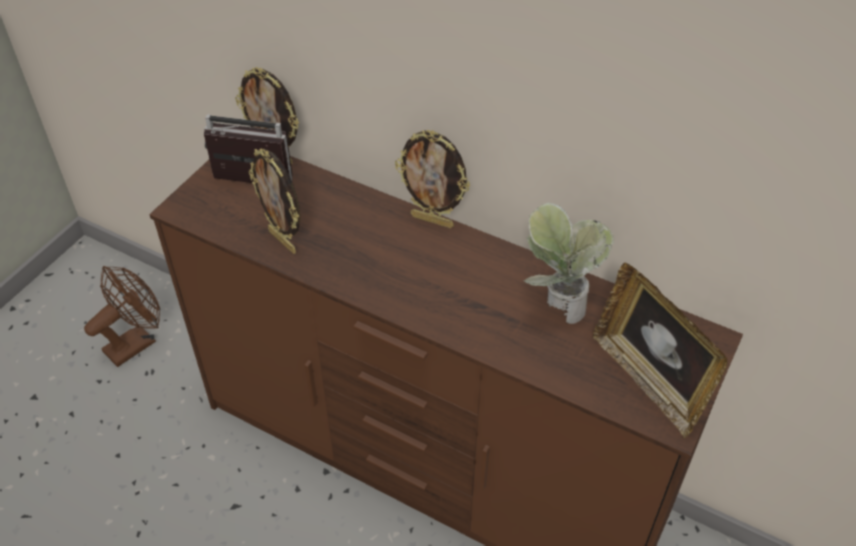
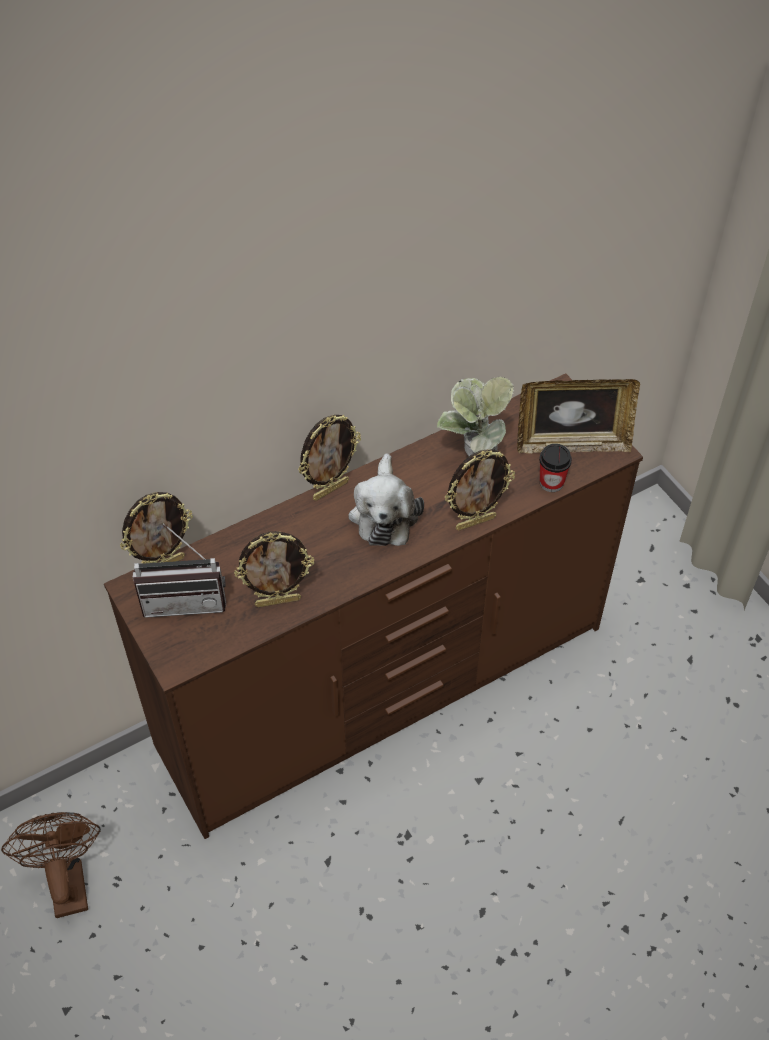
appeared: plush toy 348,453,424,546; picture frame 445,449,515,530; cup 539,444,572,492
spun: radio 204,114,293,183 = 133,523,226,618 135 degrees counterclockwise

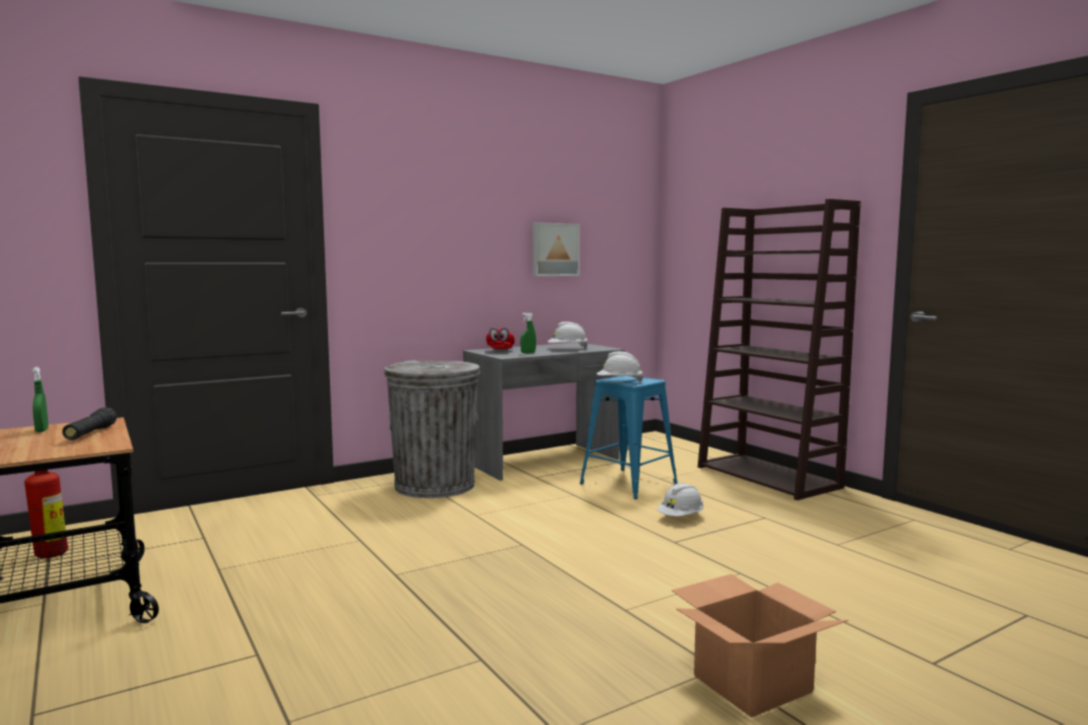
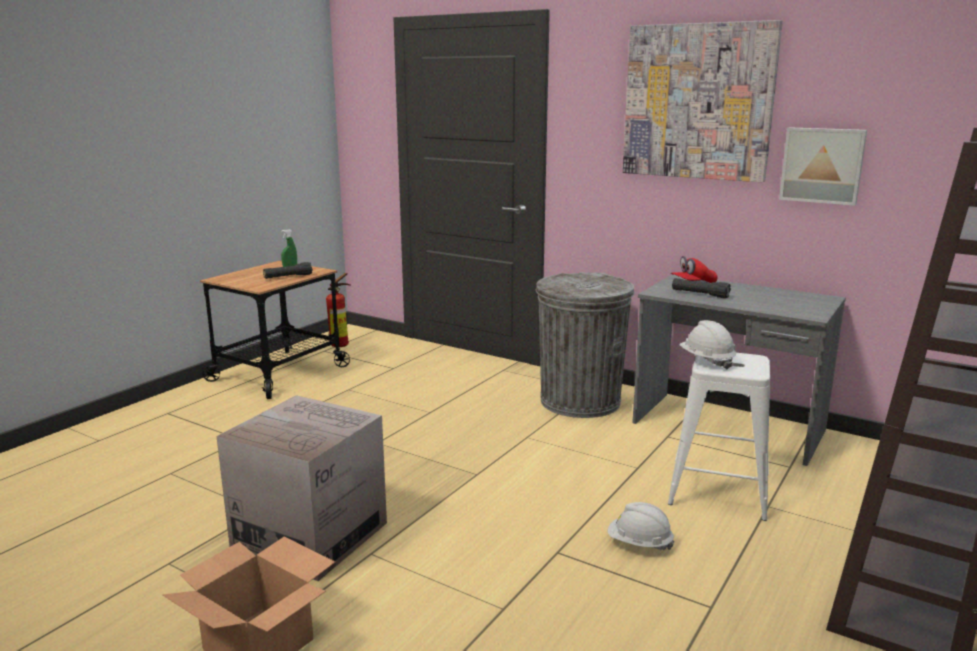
missing: hard hat (white) 547,322,588,349
appeared: cardboard box 216,395,387,581; picture 623,20,783,182
exchanged: spray bottle (green) 520,313,536,353 to flashlight (black) 672,278,731,298
colour: stool (blue) 580,376,678,499 to stool (white) 668,353,770,521

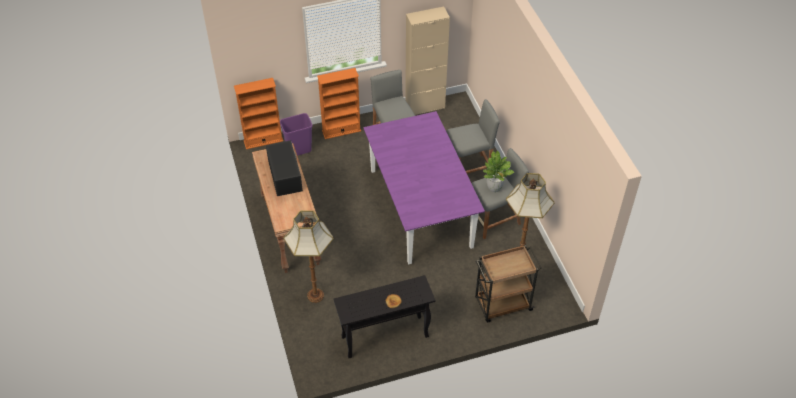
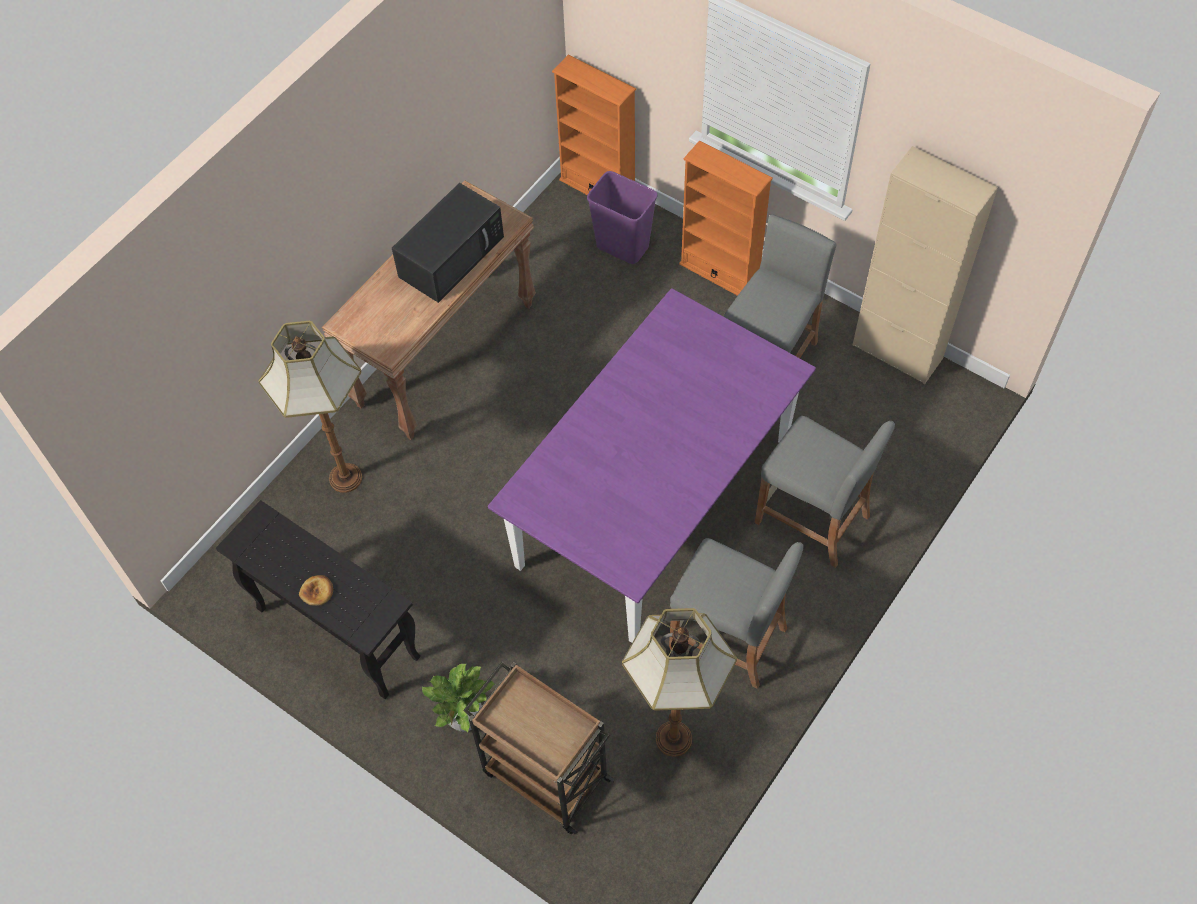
relocated: potted plant 483,151,514,192 to 422,664,495,732

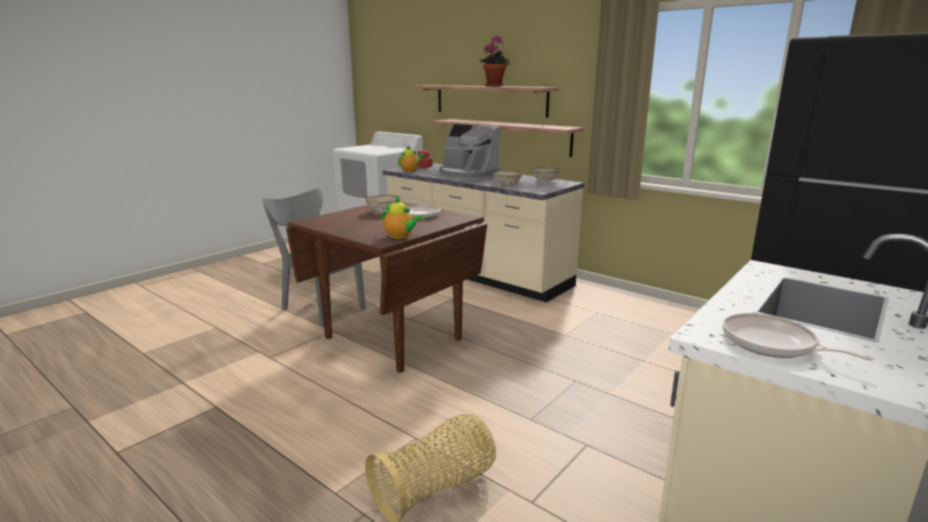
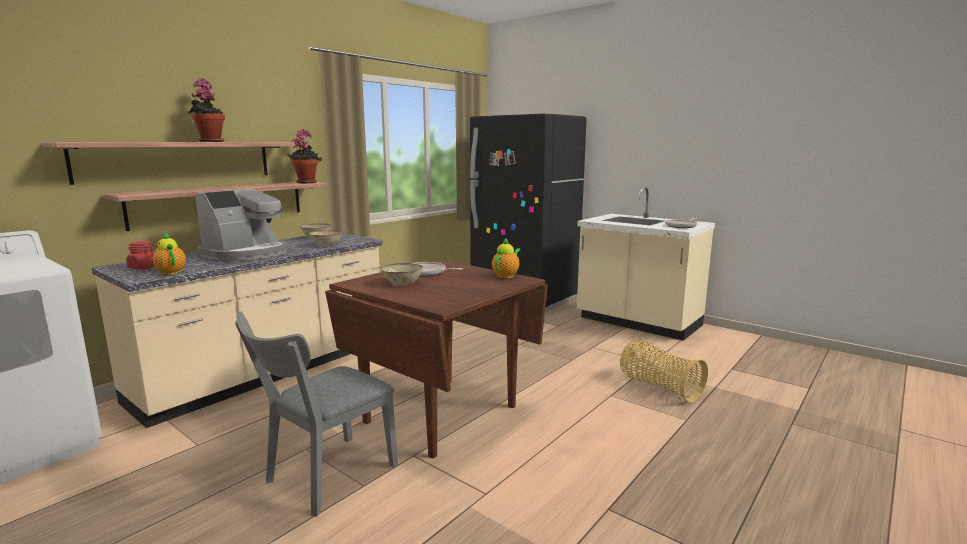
appeared: potted plant 287,129,322,183

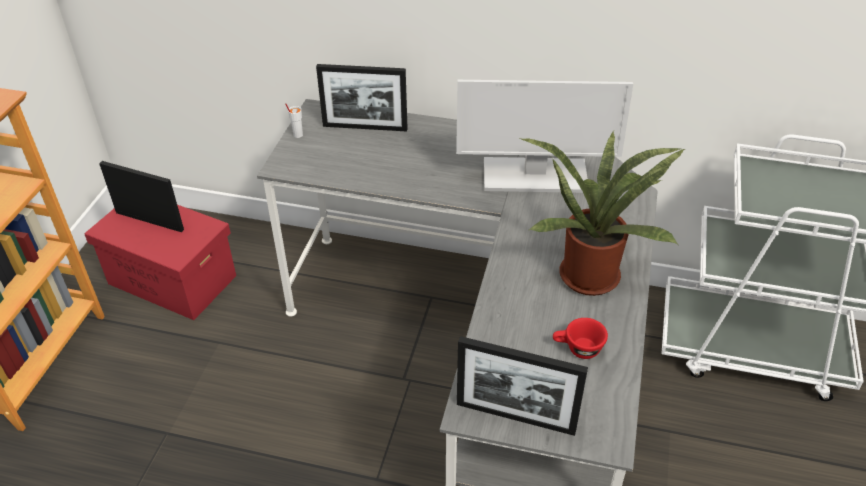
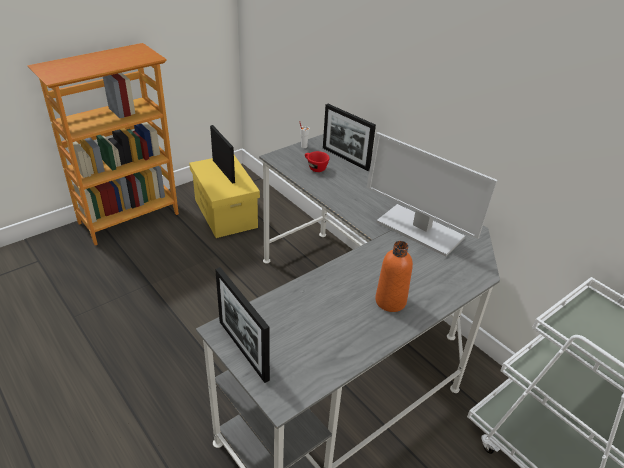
relocated: cup (red) 553,318,608,359 to 305,151,330,172
exchanged: potted plant 520,131,685,296 to bottle (orange) 375,241,413,312
colour: storage box (red) 84,205,236,320 to storage box (yellow) 189,155,260,238

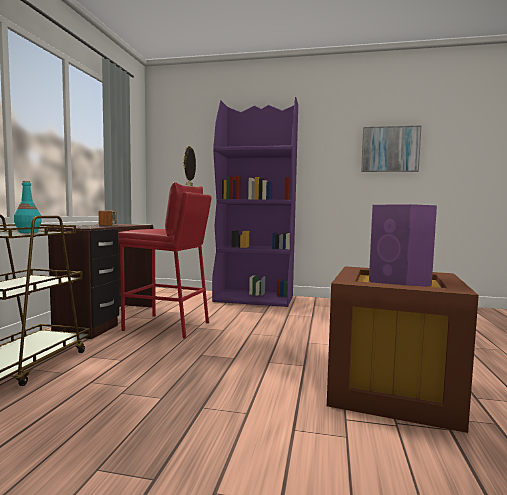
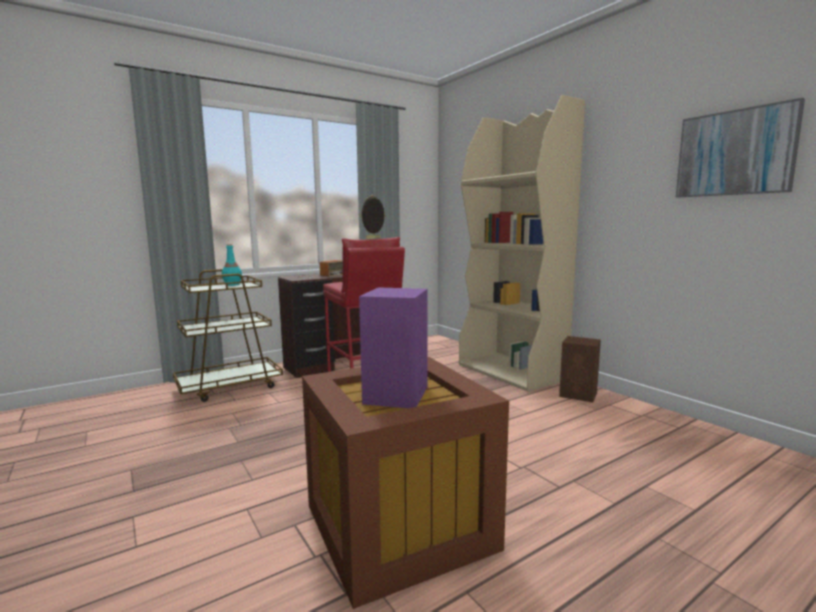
appeared: speaker (brown) 559,336,601,403
colour: bookcase (purple) 212,97,298,307 to bookcase (beige) 459,95,585,392

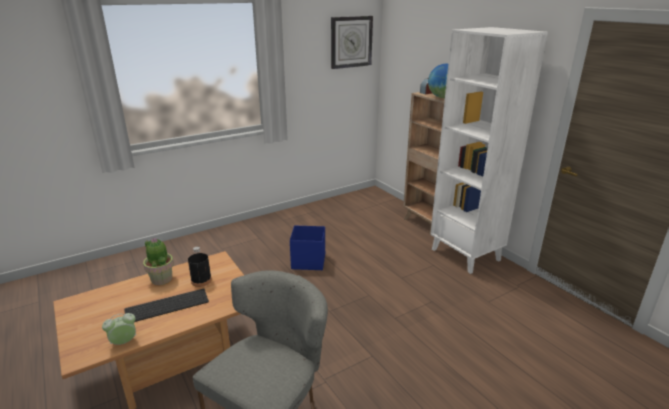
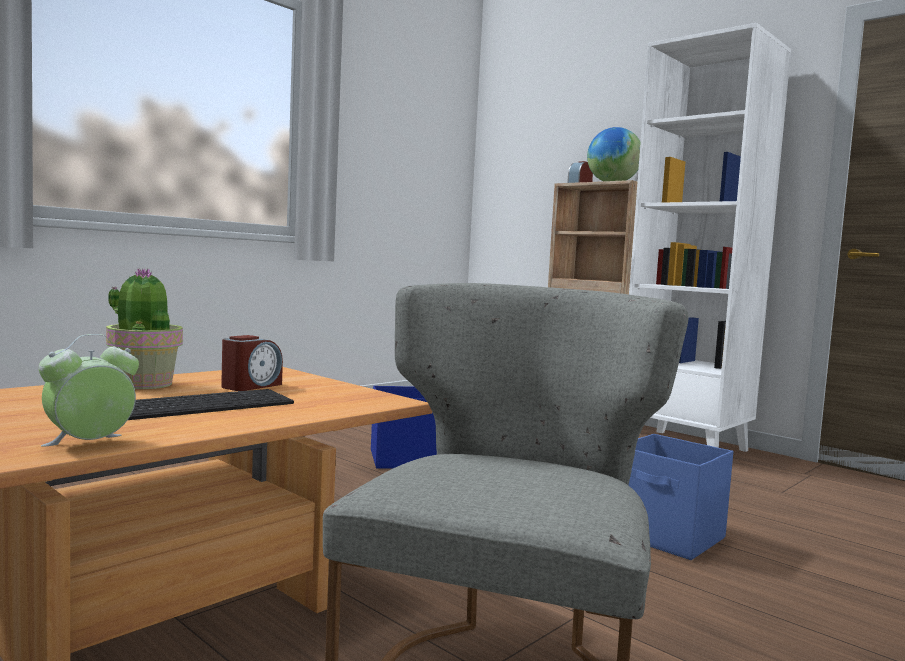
missing: wall clock 331,16,373,69
appeared: storage box (blue) 628,434,733,560
exchanged: bottle (black) 188,247,212,287 to alarm clock 221,335,283,391

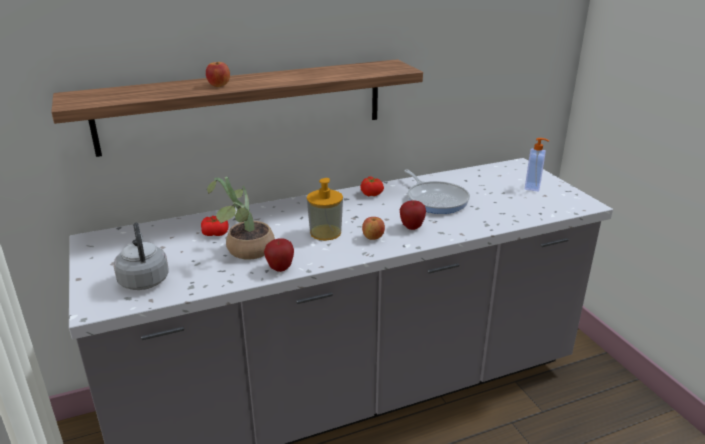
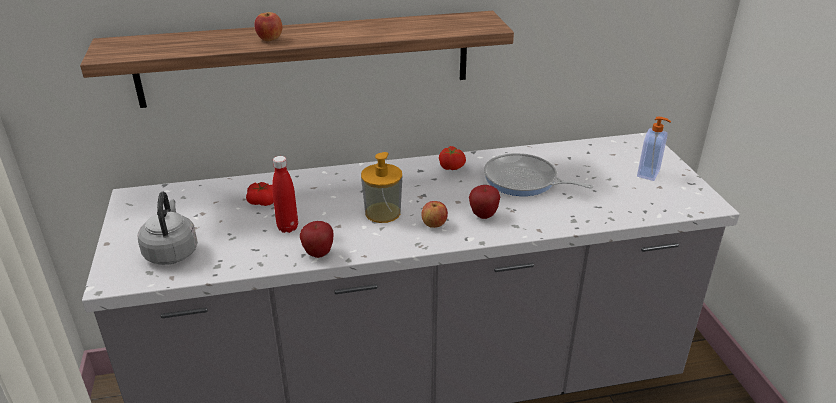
exchanged: potted plant 207,177,275,260 to bottle (red) 272,156,298,233
spun: frying pan 404,170,470,214 = 484,153,593,196 135 degrees clockwise

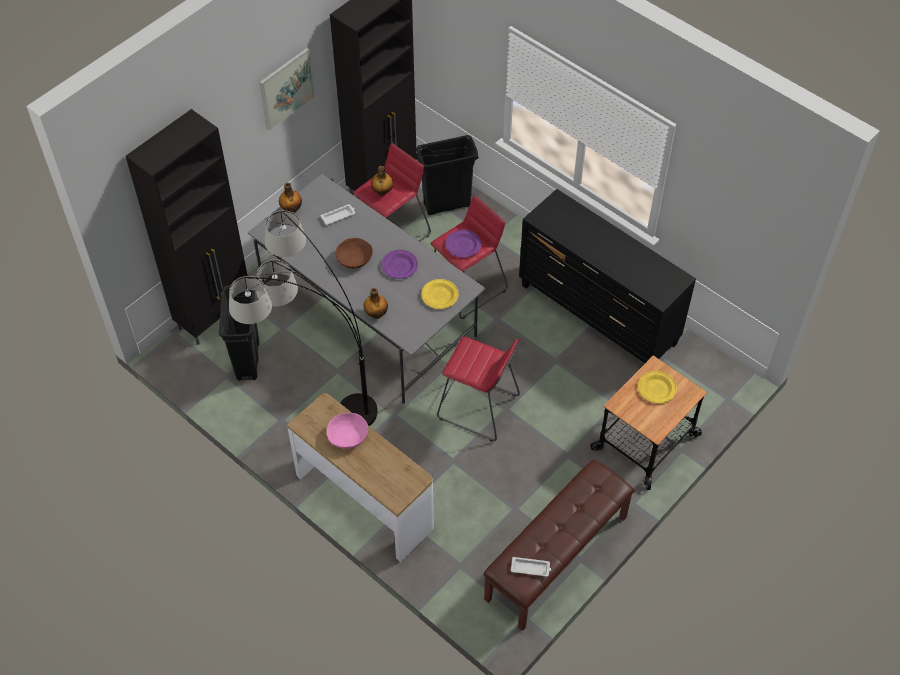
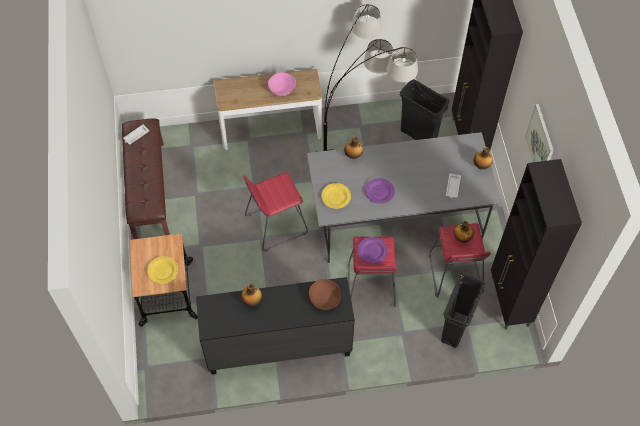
appeared: bottle 241,284,262,306
relocated: bowl (brown) 336,238,373,269 to 309,279,341,310

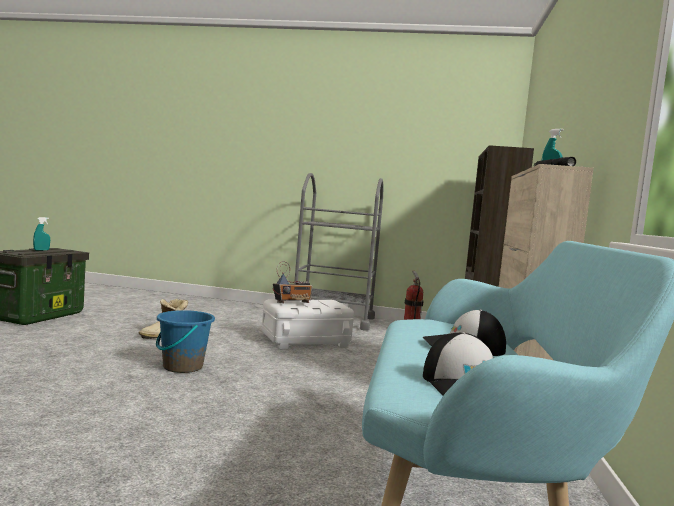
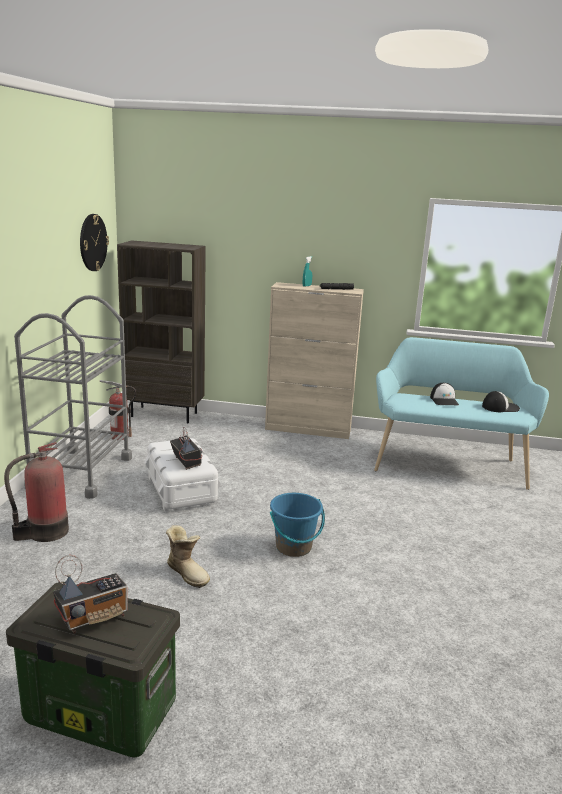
appeared: fire extinguisher 4,442,69,542; wall clock 80,214,109,271
exchanged: spray bottle (turquoise) 33,217,50,251 to radio 53,555,127,634

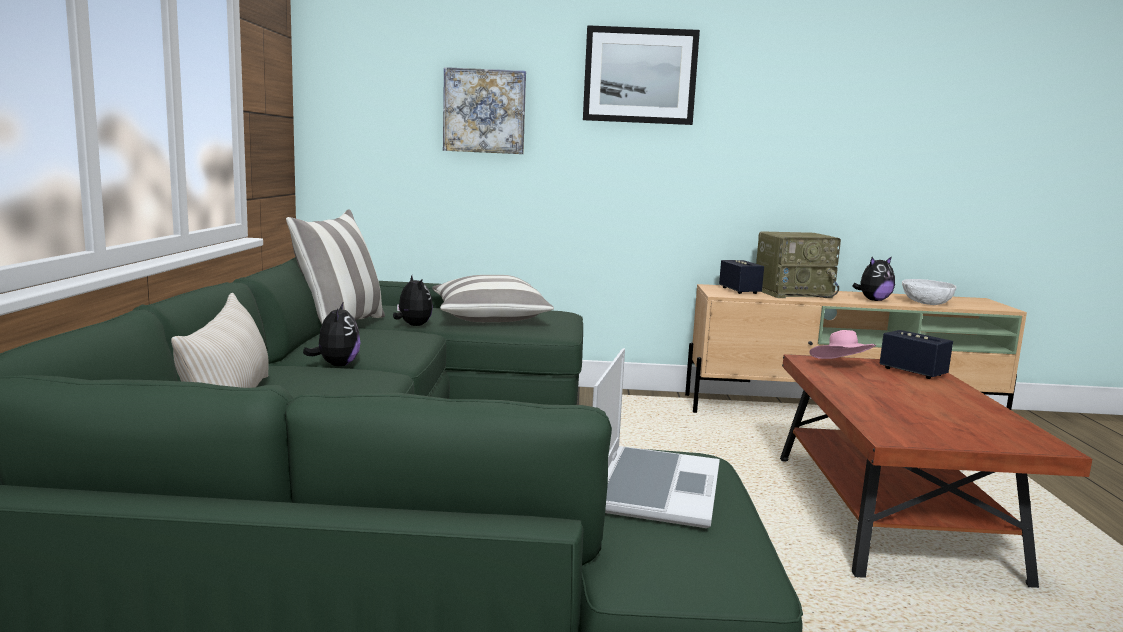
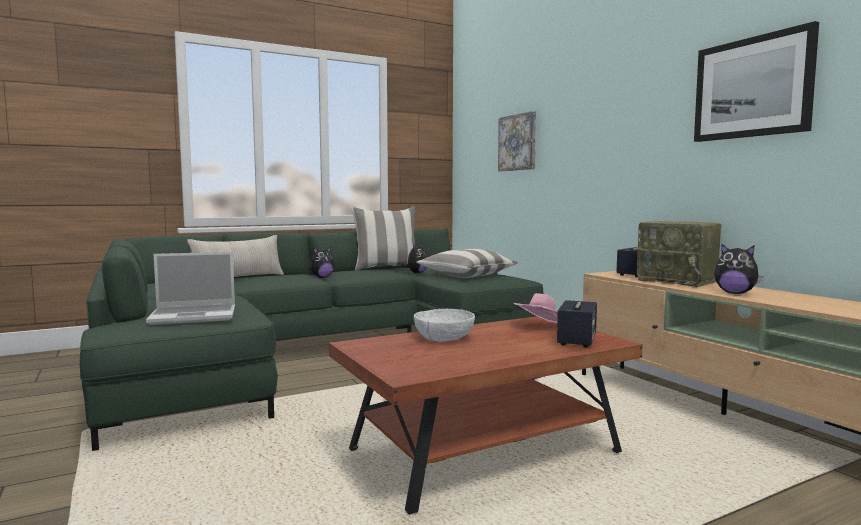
relocated: picture 583,25,700,125 to 694,21,819,142; bowl (white) 902,279,956,305 to 414,309,475,342

